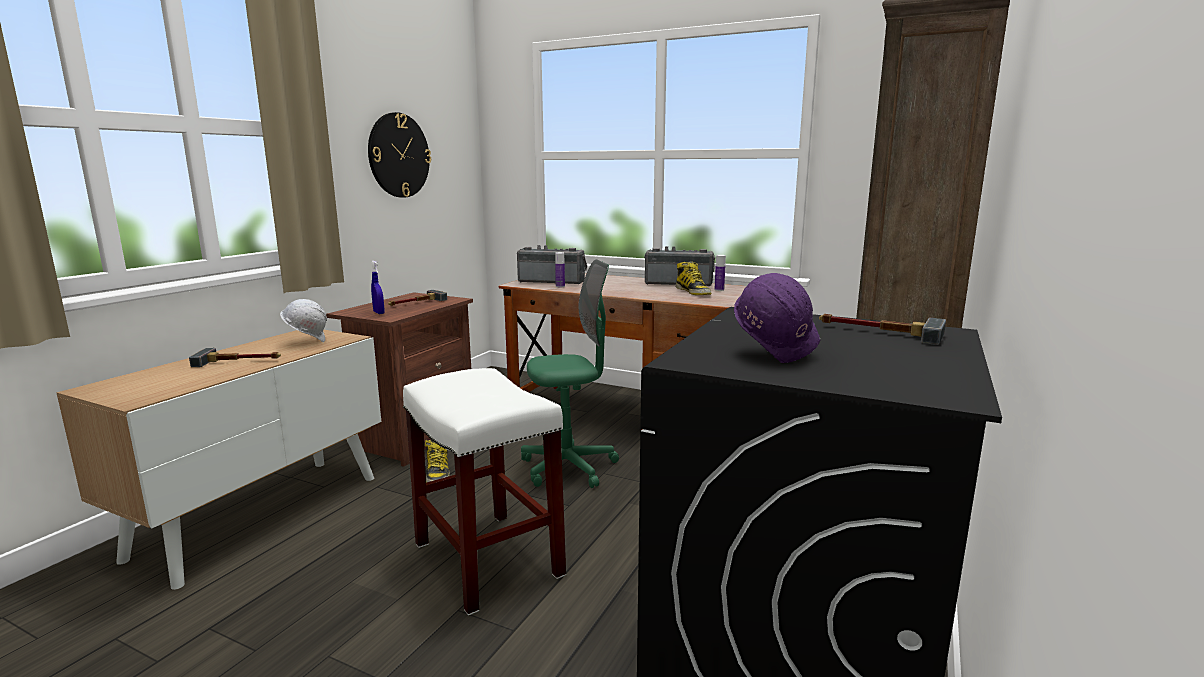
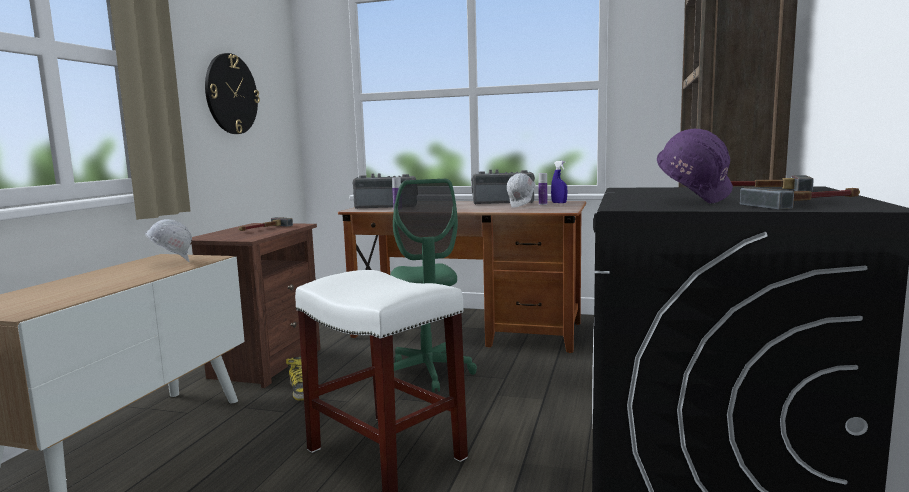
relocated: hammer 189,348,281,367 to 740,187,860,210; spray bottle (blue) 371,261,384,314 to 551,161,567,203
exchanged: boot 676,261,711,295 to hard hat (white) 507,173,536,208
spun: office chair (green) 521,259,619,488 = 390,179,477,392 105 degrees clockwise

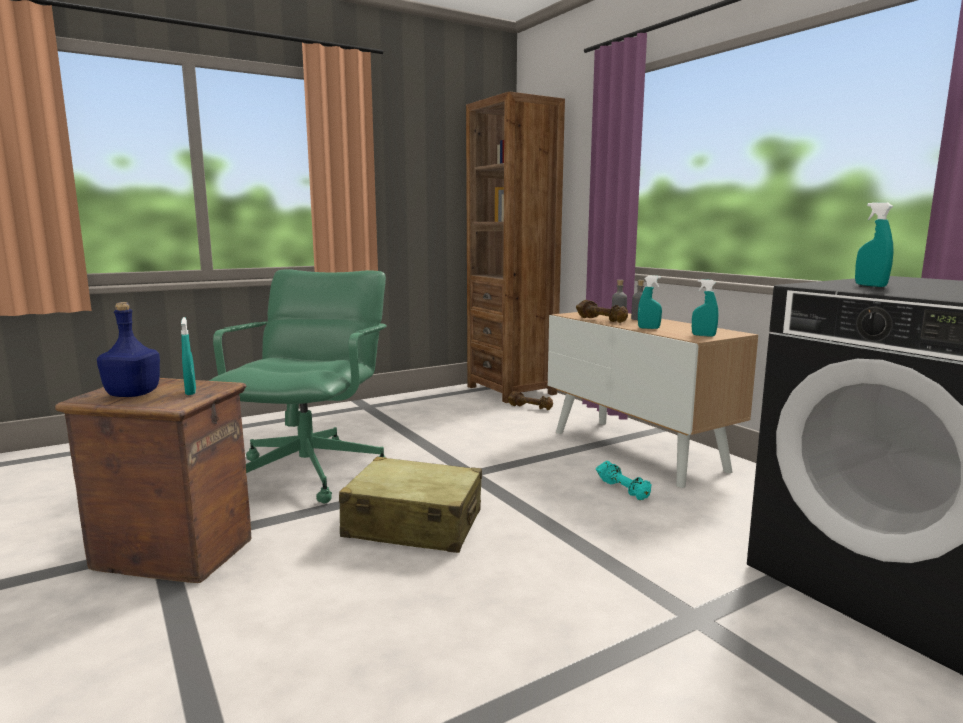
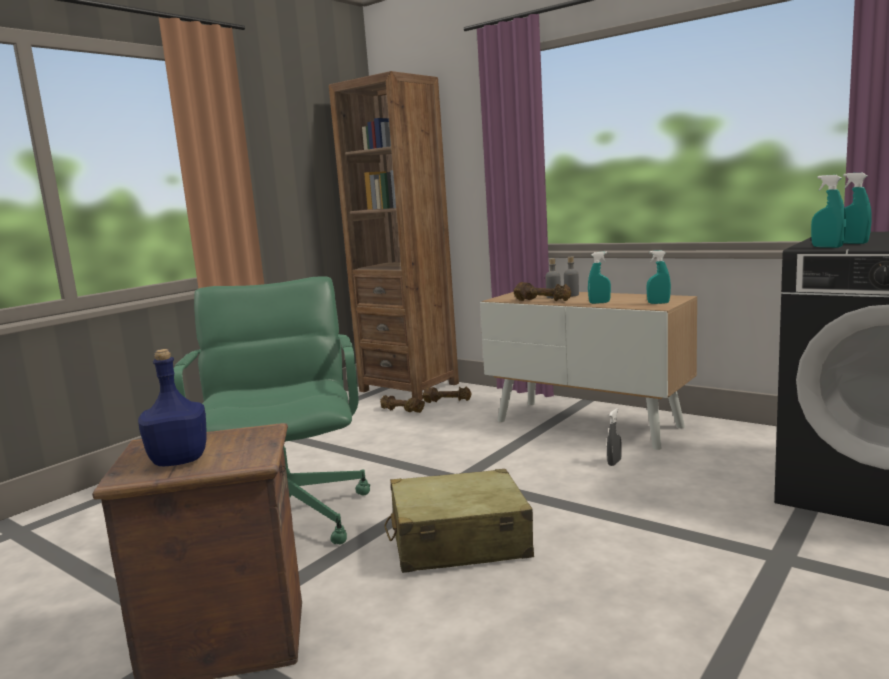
appeared: dumbbell (brown) 380,395,425,413
relocated: spray bottle (turquoise) 181,317,196,395 to 811,175,846,248
exchanged: dumbbell (turquoise) 596,461,652,500 to spray bottle (grey) 607,408,622,466

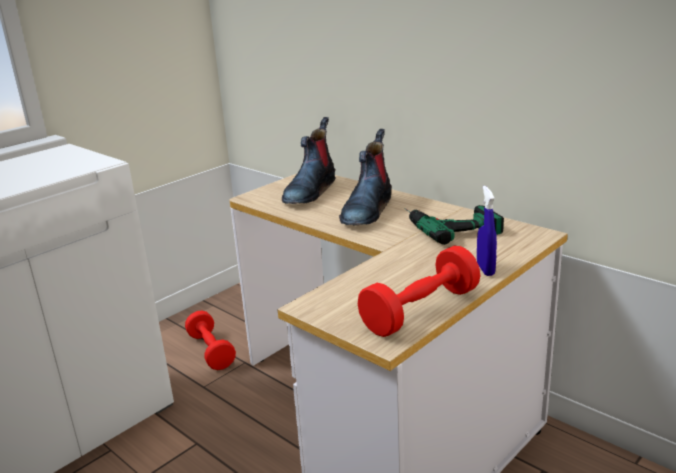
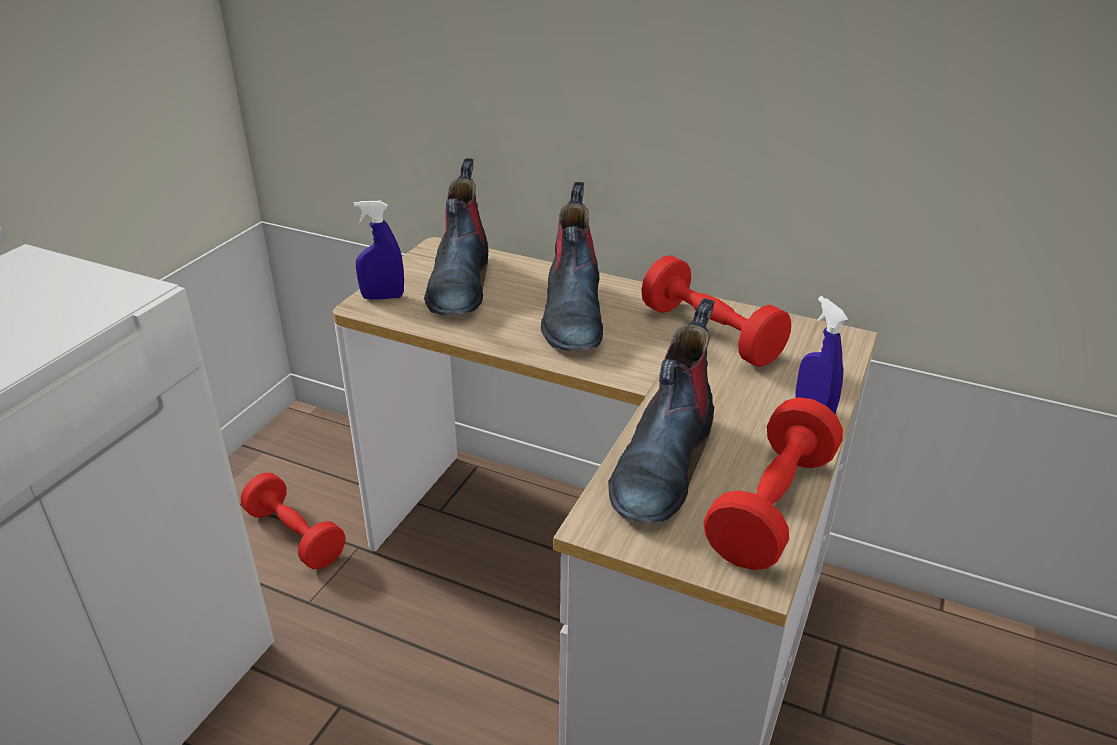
appeared: spray bottle (blue) 354,201,404,300; boot 608,298,715,524
exchanged: power drill 404,205,504,245 to dumbbell (red) 641,255,791,367

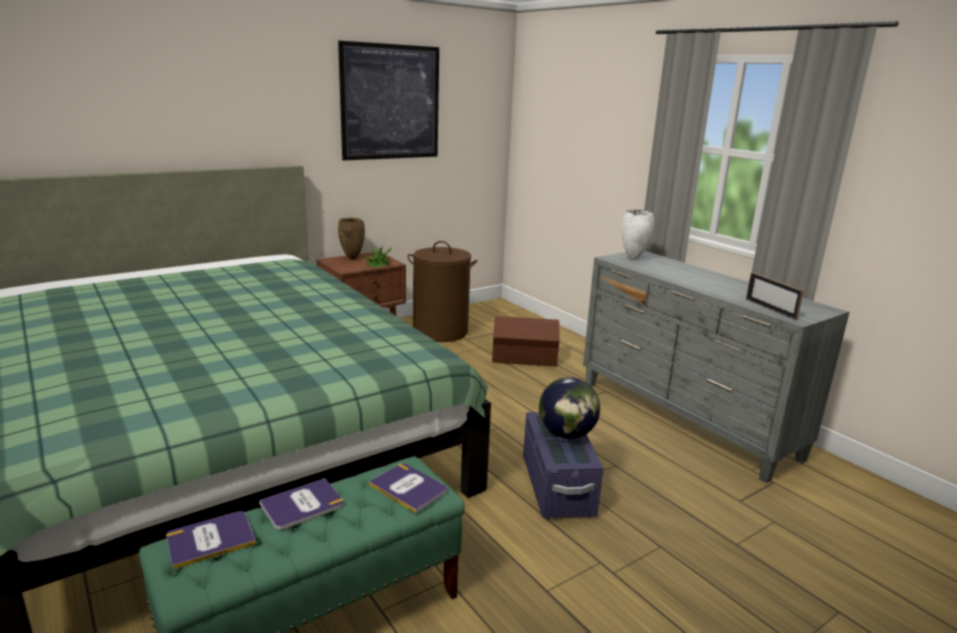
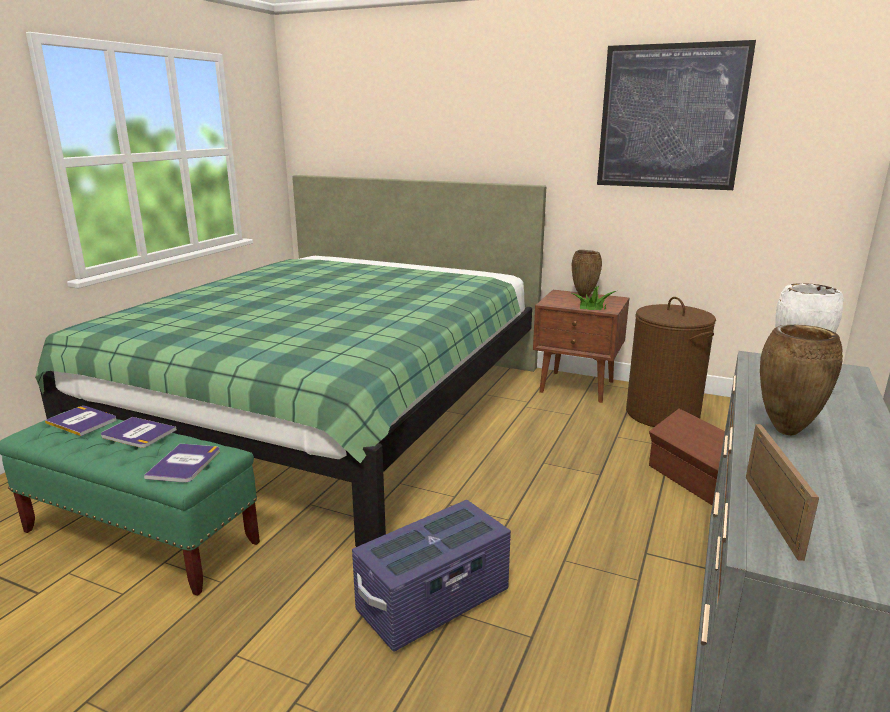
missing: globe 539,377,600,439
appeared: vase (brown) 760,325,843,435
spun: picture frame 746,272,804,320 = 746,424,819,561 150 degrees clockwise

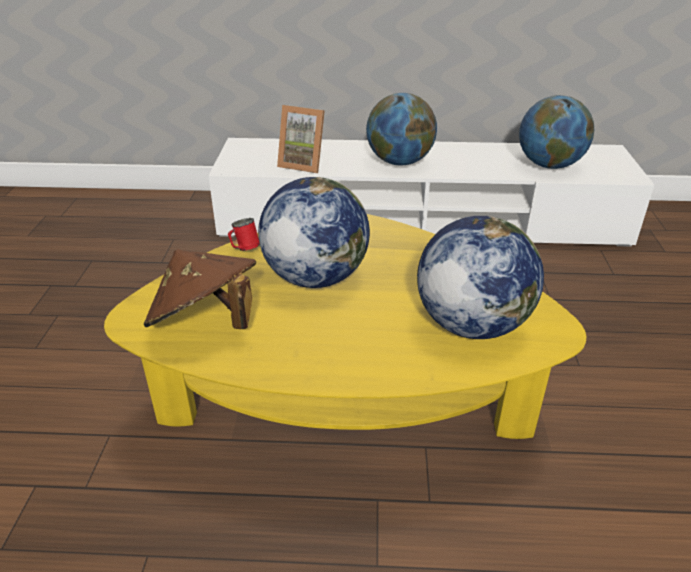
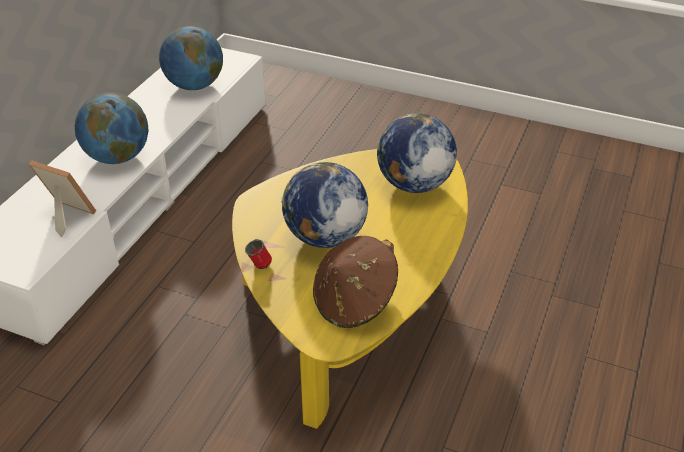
spun: picture frame 277,105,325,173 = 28,160,96,237 105 degrees counterclockwise

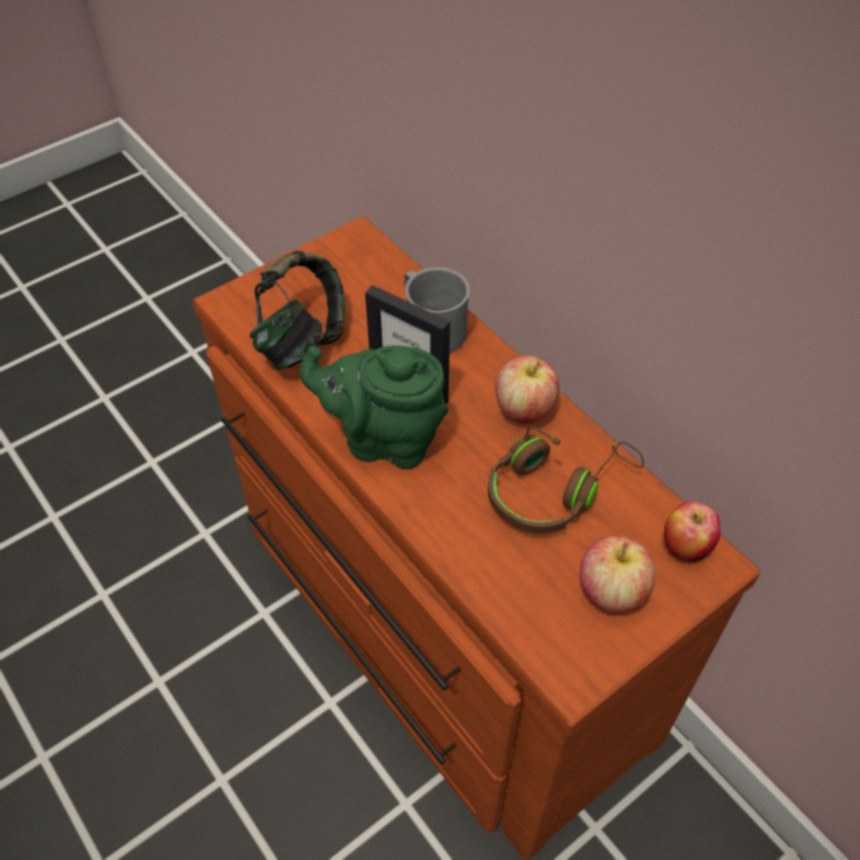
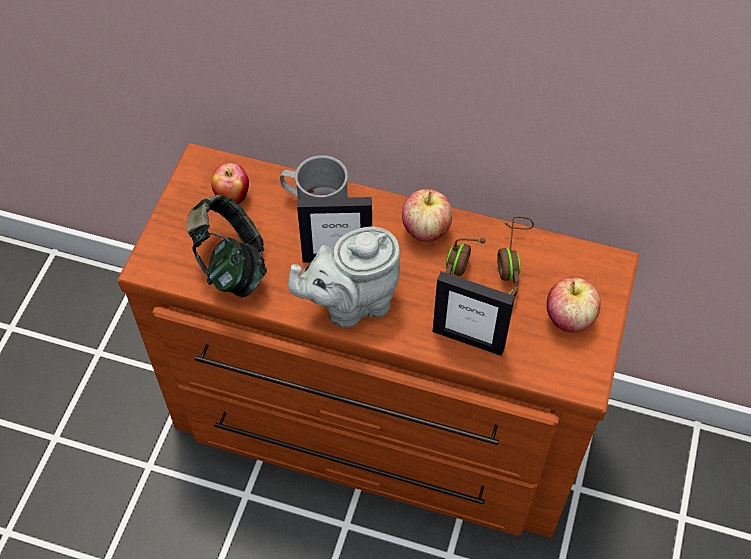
appeared: picture frame 433,271,515,356
relocated: apple 664,501,721,563 to 211,163,249,204
colour: teapot (green) 299,345,448,469 to teapot (grey) 288,226,400,328

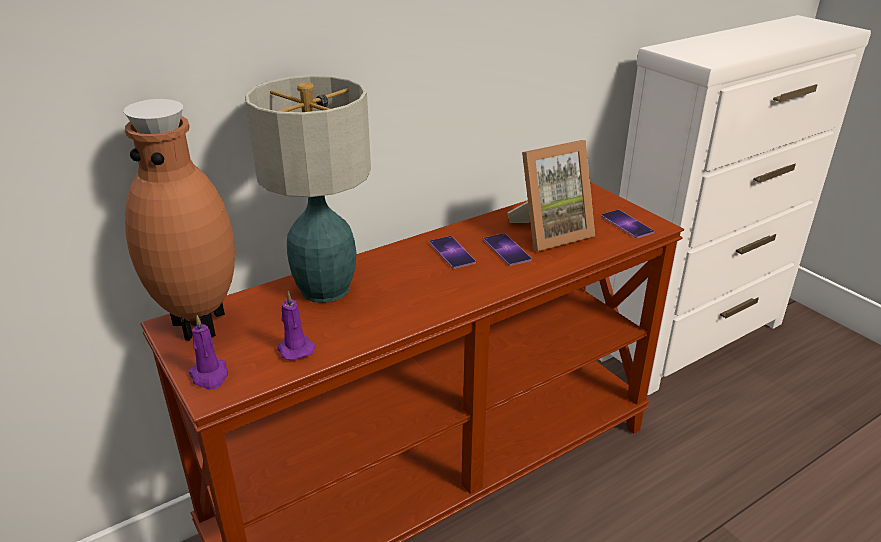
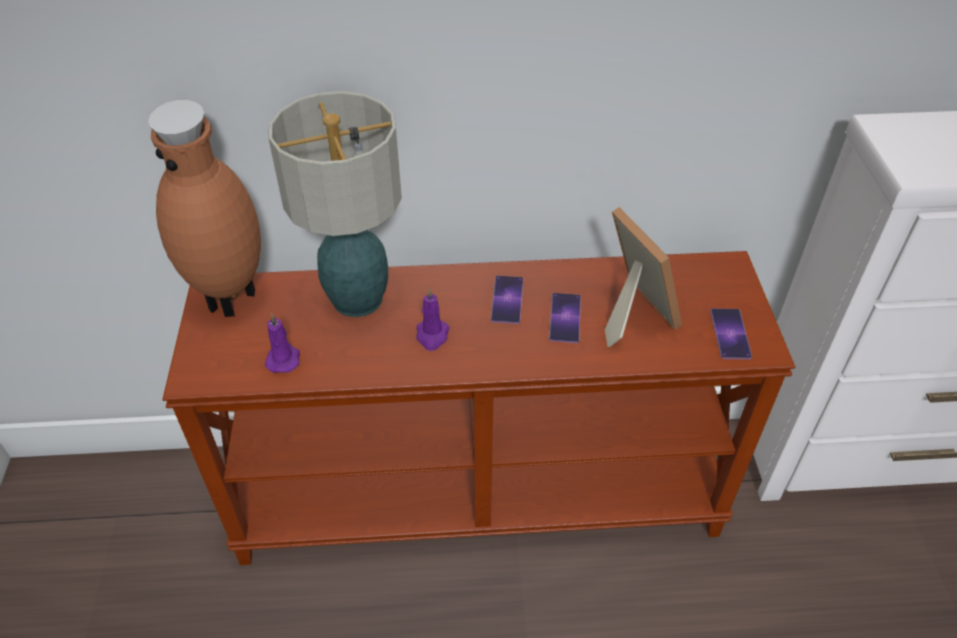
relocated: candle (purple) 188,315,228,390 to 416,288,450,351
spun: picture frame 507,140,595,251 = 605,207,682,347 120 degrees counterclockwise

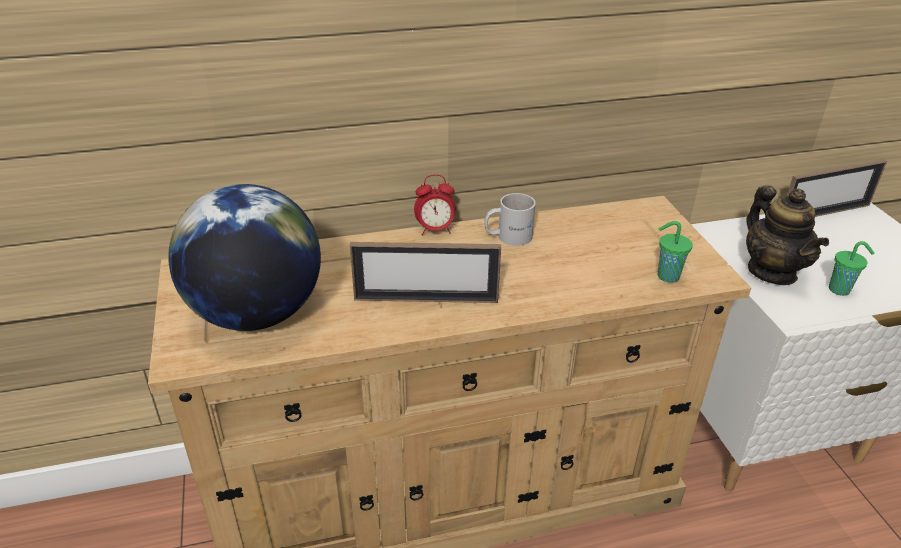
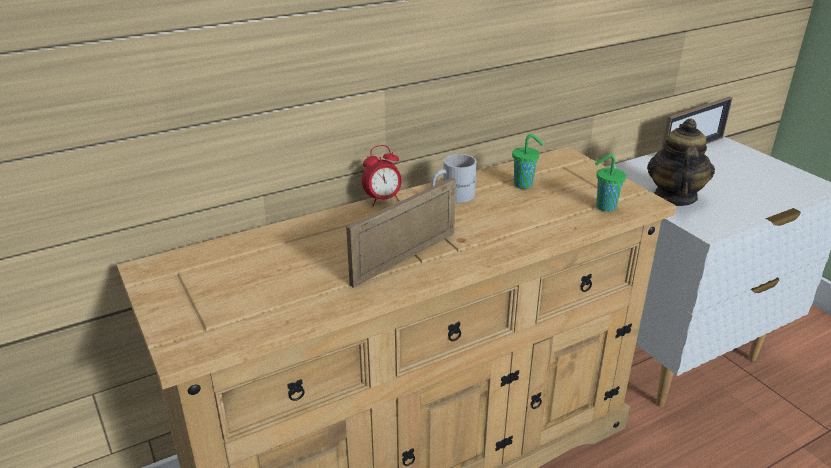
missing: globe 168,184,321,331
relocated: cup (green) 829,241,874,296 to 512,134,543,189
spun: picture frame 350,242,501,303 = 346,178,456,288 150 degrees clockwise; teapot 746,185,829,285 = 647,118,715,206 135 degrees counterclockwise

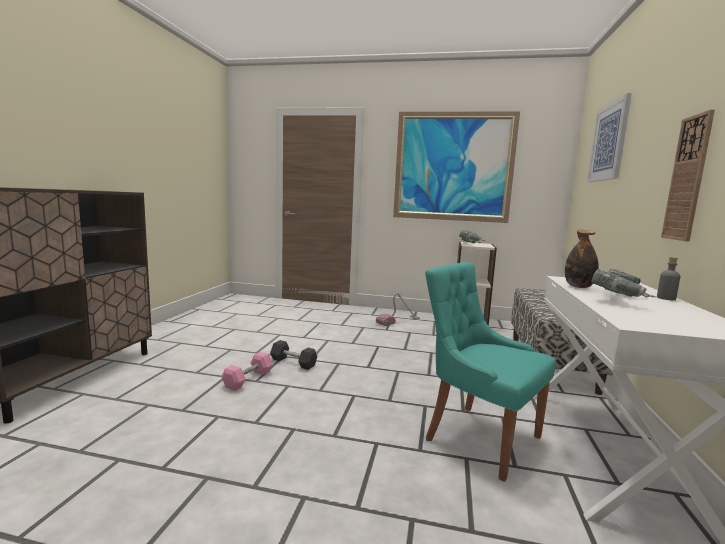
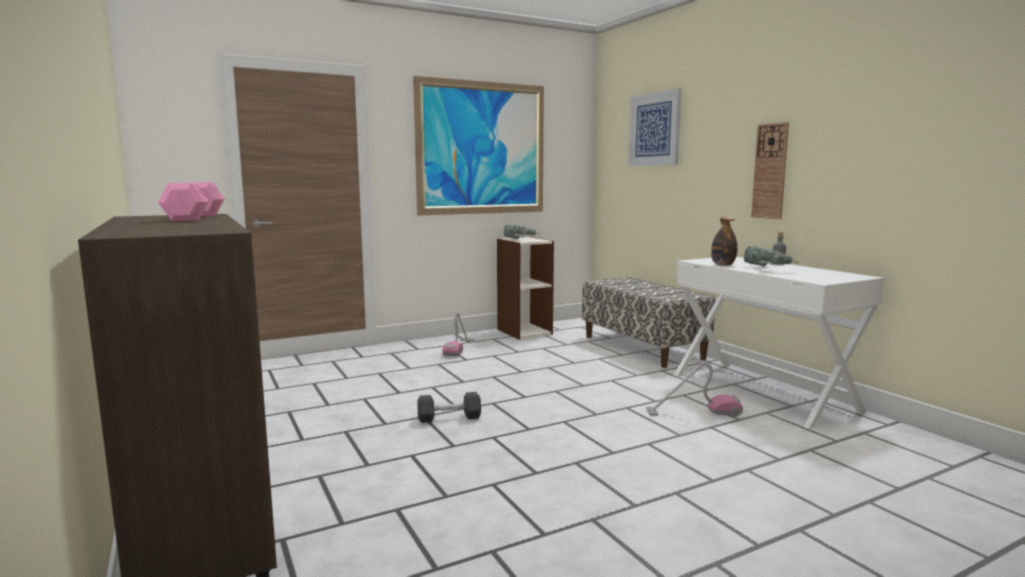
relocated: dumbbell (pink) 221,352,273,391 to 158,182,225,221
exchanged: chair (turquoise) 425,262,556,482 to vacuum cleaner 646,362,743,417

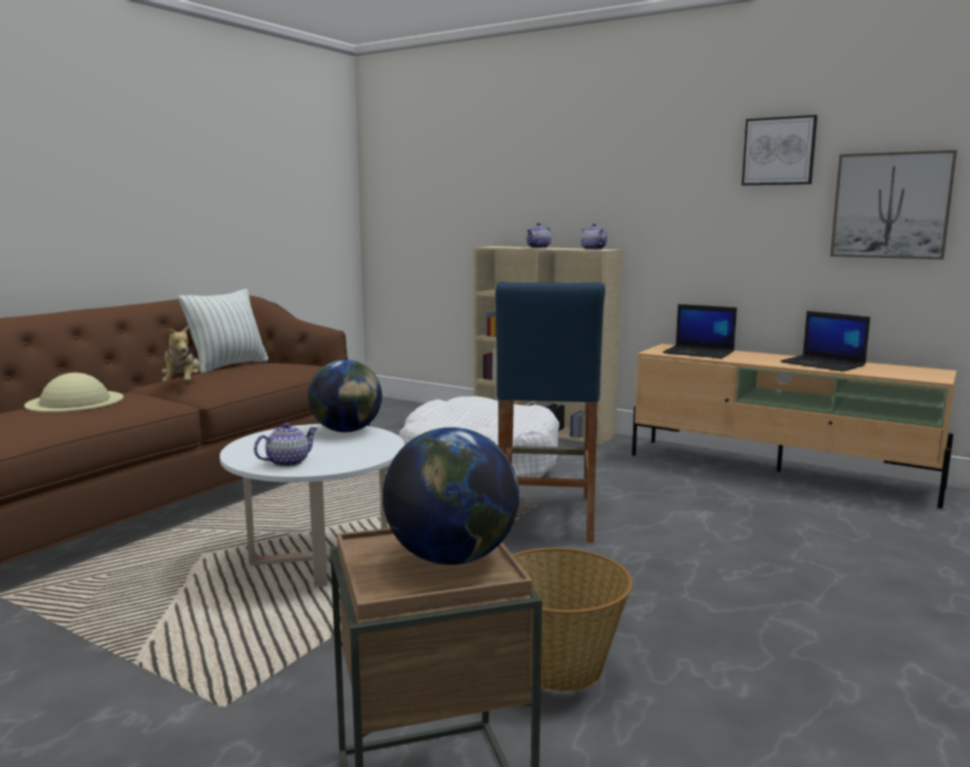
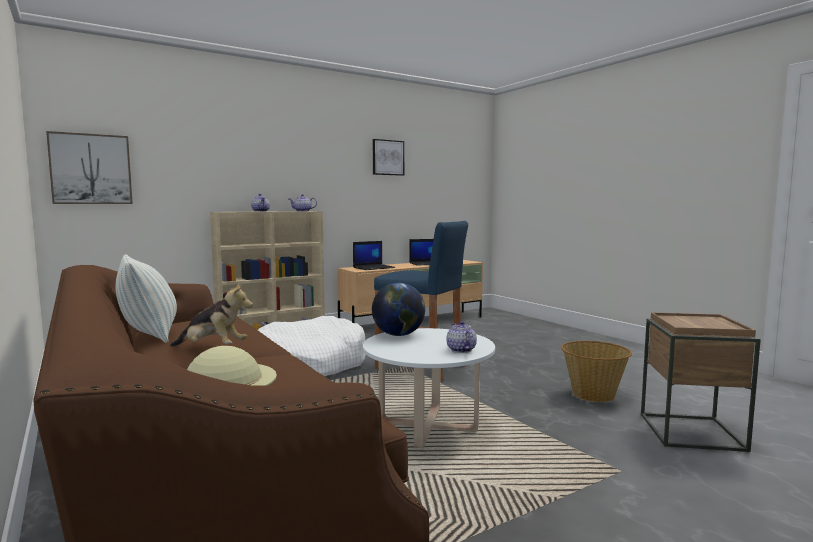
missing: globe 383,427,519,565
relocated: picture 830,150,957,259 to 46,131,133,204

